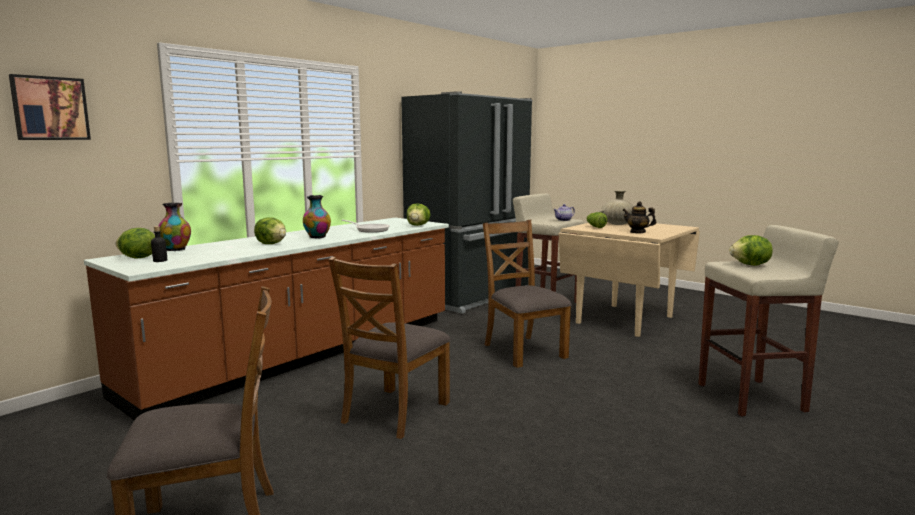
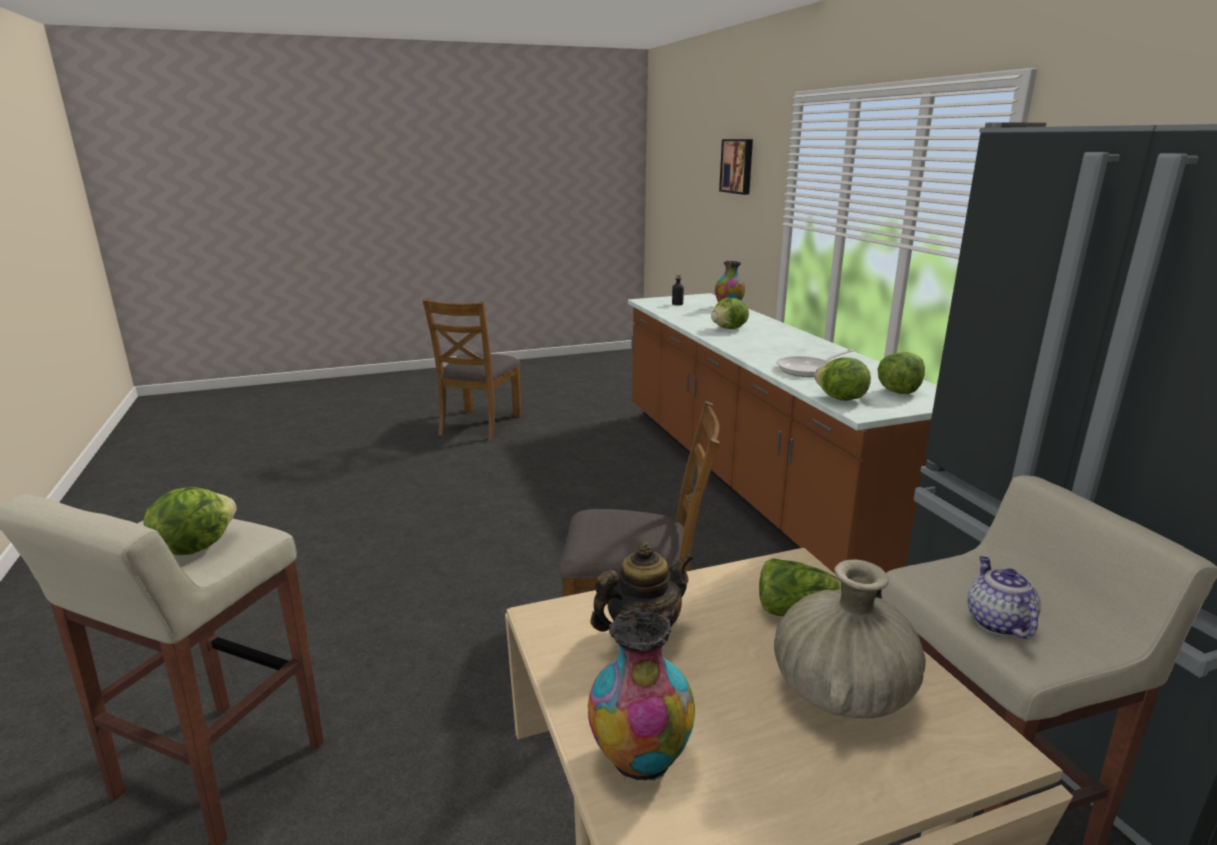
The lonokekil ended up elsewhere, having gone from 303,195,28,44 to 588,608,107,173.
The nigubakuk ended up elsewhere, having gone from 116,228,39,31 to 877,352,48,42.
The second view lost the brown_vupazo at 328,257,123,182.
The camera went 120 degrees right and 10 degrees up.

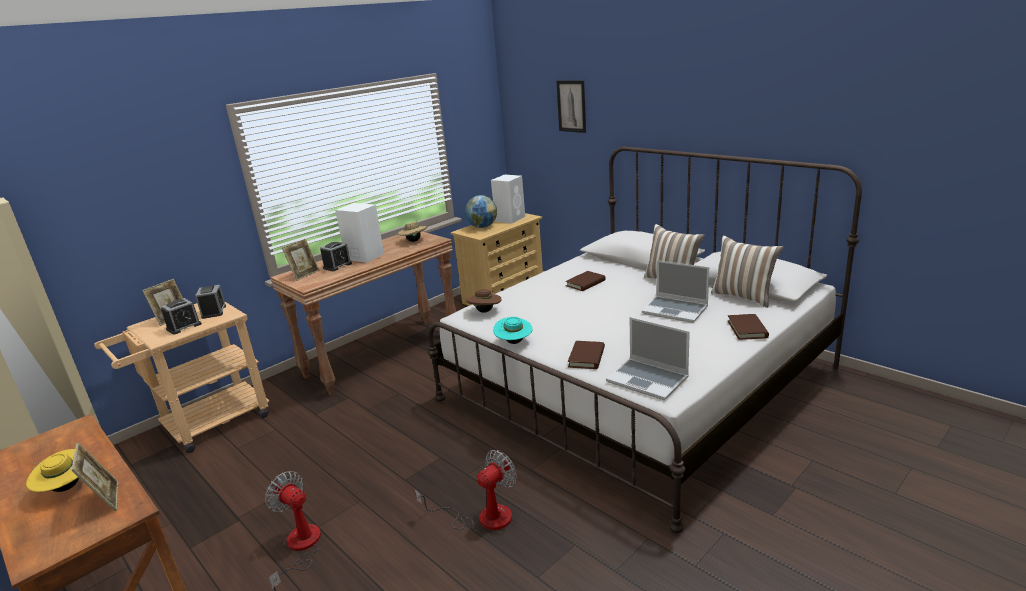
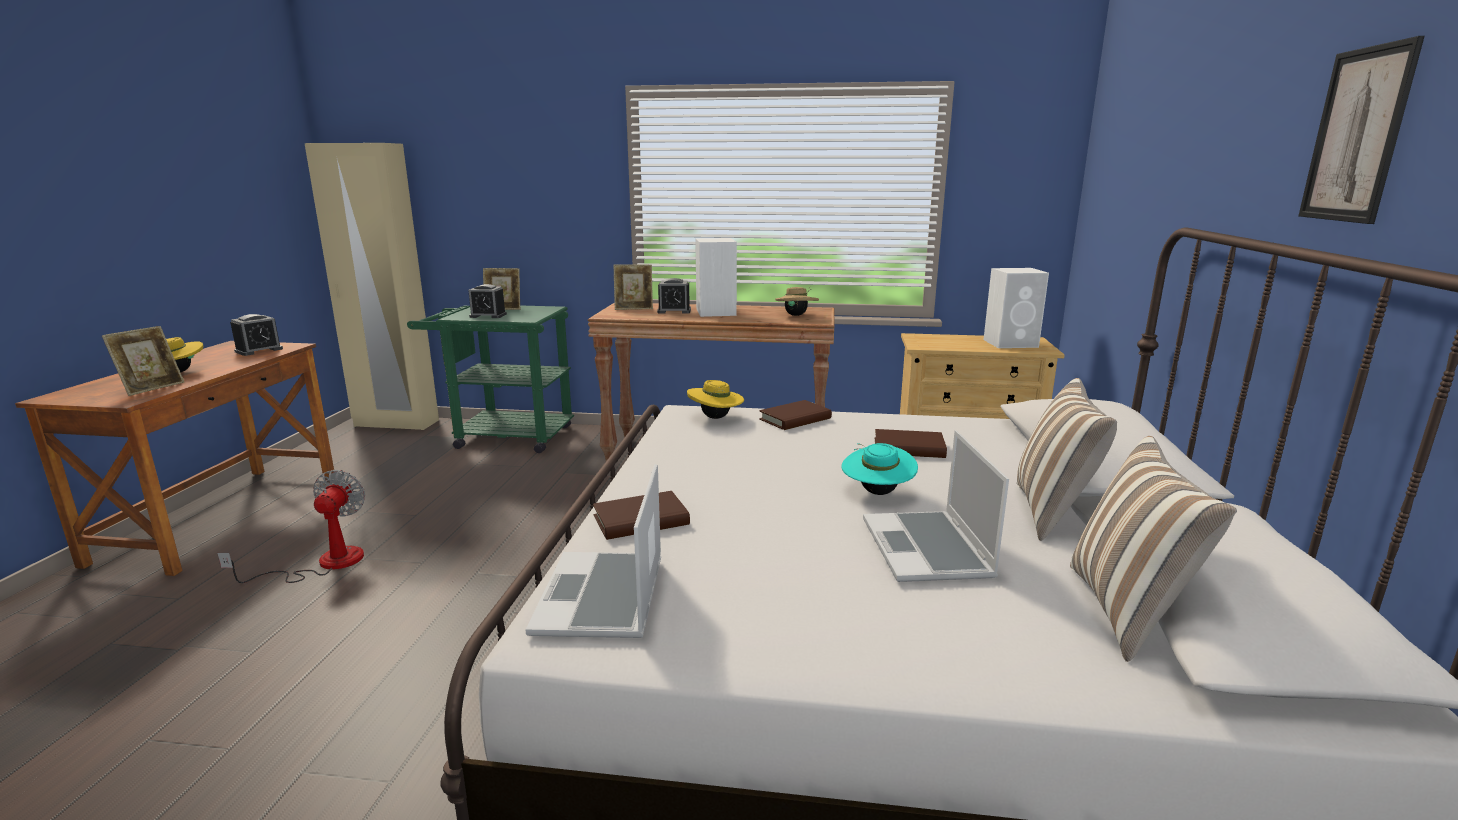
The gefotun ended up elsewhere, having gone from 195,285,31,34 to 230,314,53,42.
What was the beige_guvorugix at 94,302,176,151 turned into the green_guvorugix at 407,305,167,148.
What was the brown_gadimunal at 466,289,36,24 turned into the yellow_gadimunal at 687,380,57,39.
The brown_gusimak ended up elsewhere, having gone from 728,314,41,26 to 759,400,73,30.
The turquoise_gadimunal ended up elsewhere, having gone from 493,317,40,27 to 842,443,76,52.
The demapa ended up elsewhere, having gone from 556,81,30,52 to 1298,36,127,188.
The second view lost the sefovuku at 415,450,102,81.
The second view lost the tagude at 465,195,32,33.
The camera went 50 degrees right and 5 degrees down.

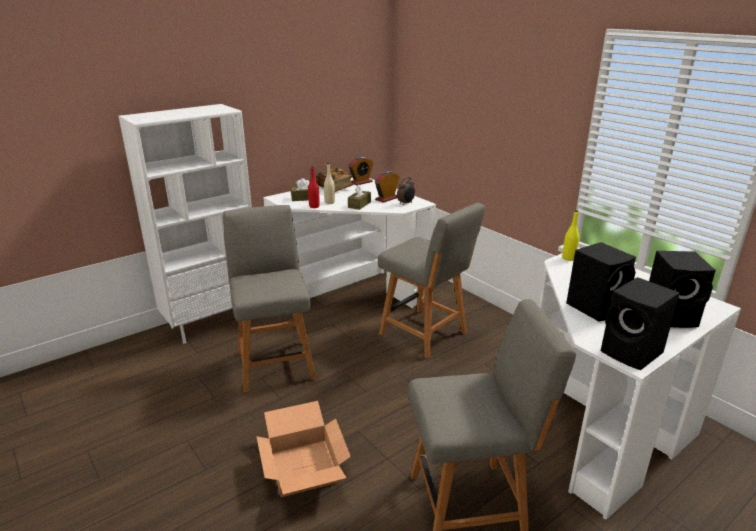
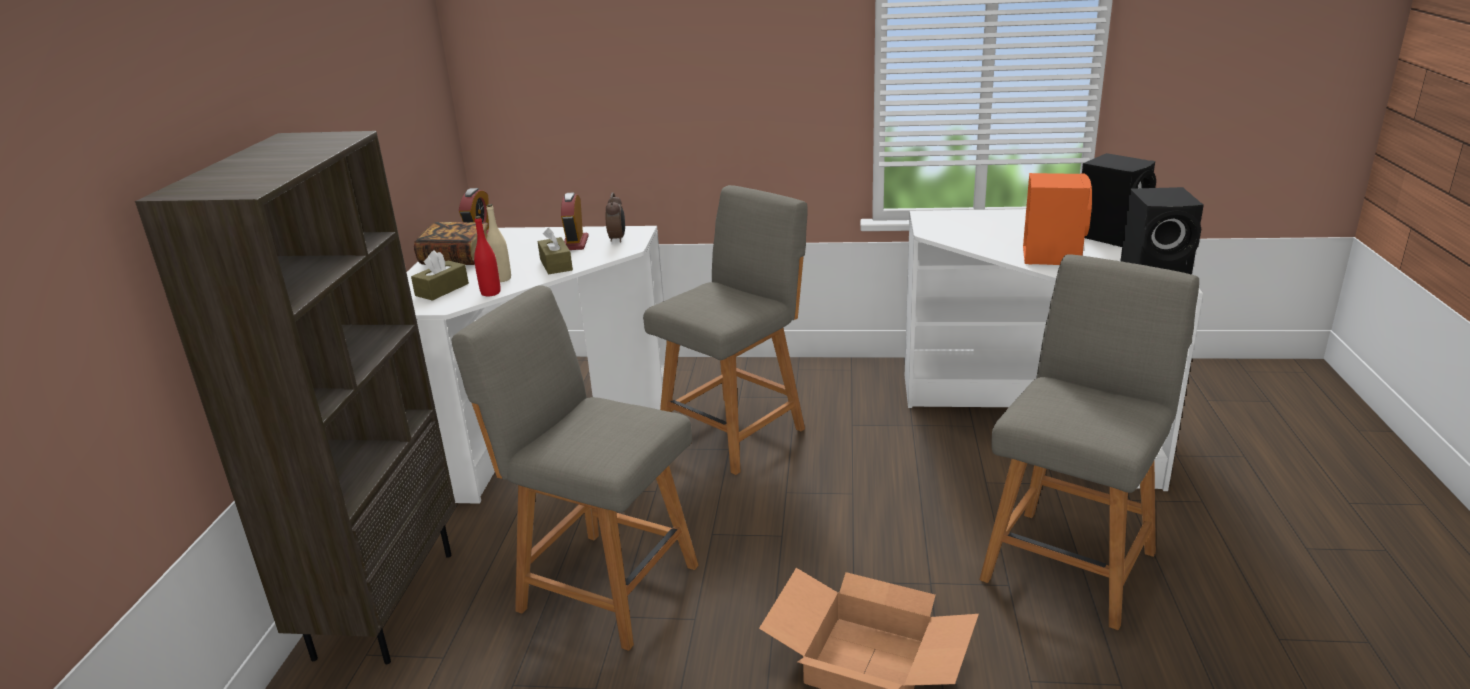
What was the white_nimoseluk at 118,104,135,240 turned into the brown_nimoseluk at 135,131,321,533.
The grey_vupazo at 378,203,107,156 ended up facing another way, 45 degrees counterclockwise from before.
What was the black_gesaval at 566,242,70,80 turned into the orange_gesaval at 1023,173,69,92.
The second view lost the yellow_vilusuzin at 562,210,17,51.
The camera went 45 degrees left and 0 degrees up.

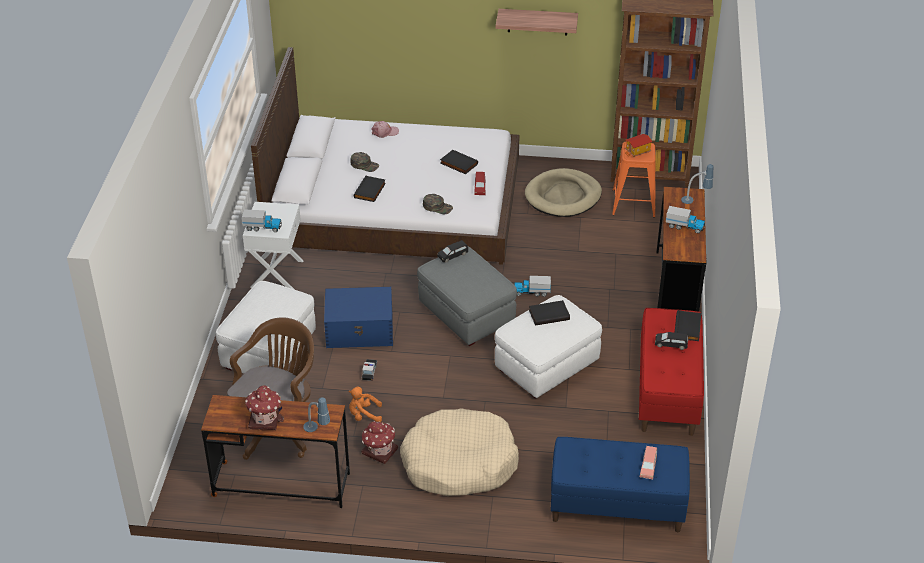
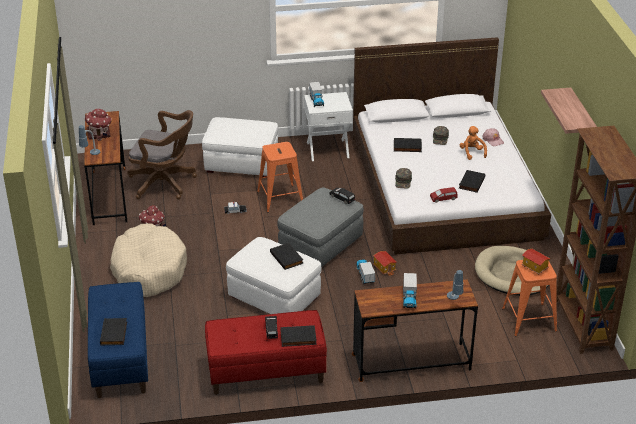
Where the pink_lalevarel stood at 640,446,17,34, the black_gusimak came to stand at 100,318,27,28.
Where the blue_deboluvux stood at 324,287,69,61, the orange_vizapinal came to stand at 257,142,46,70.
The second view gained the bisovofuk at 373,251,24,25.
The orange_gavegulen ended up elsewhere, having gone from 349,387,33,35 to 460,126,27,34.
The camera went 75 degrees right and 5 degrees down.

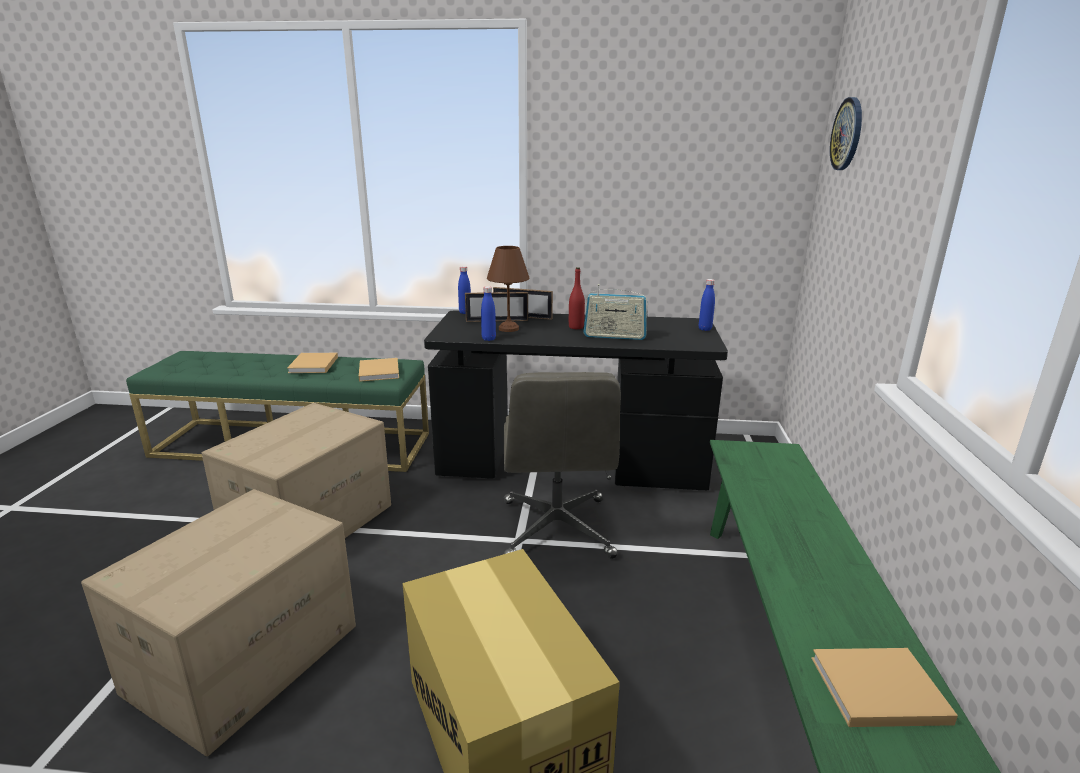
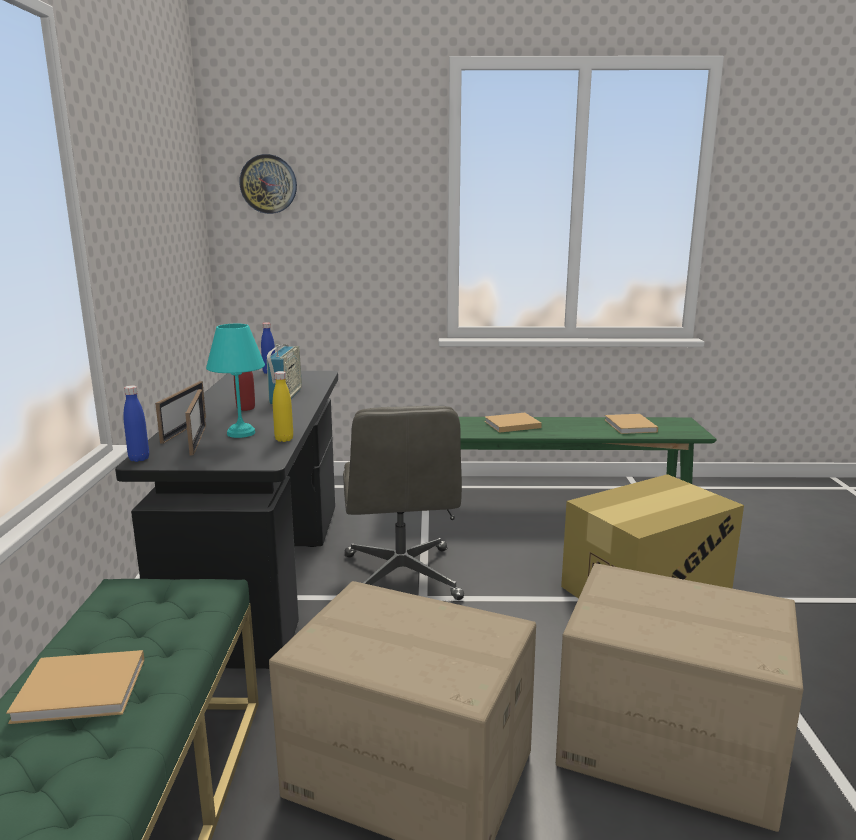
What was the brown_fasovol at 487,246,42,86 turned into the turquoise_fasovol at 206,324,59,114.
What was the blue_vilusuzin at 481,286,15,55 turned into the yellow_vilusuzin at 273,371,20,71.
The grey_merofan at 504,372,117,187 ended up facing another way, 90 degrees clockwise from before.
The beige_gusimak ended up elsewhere, having gone from 359,358,40,24 to 484,413,58,20.
The camera went 95 degrees left and 5 degrees down.

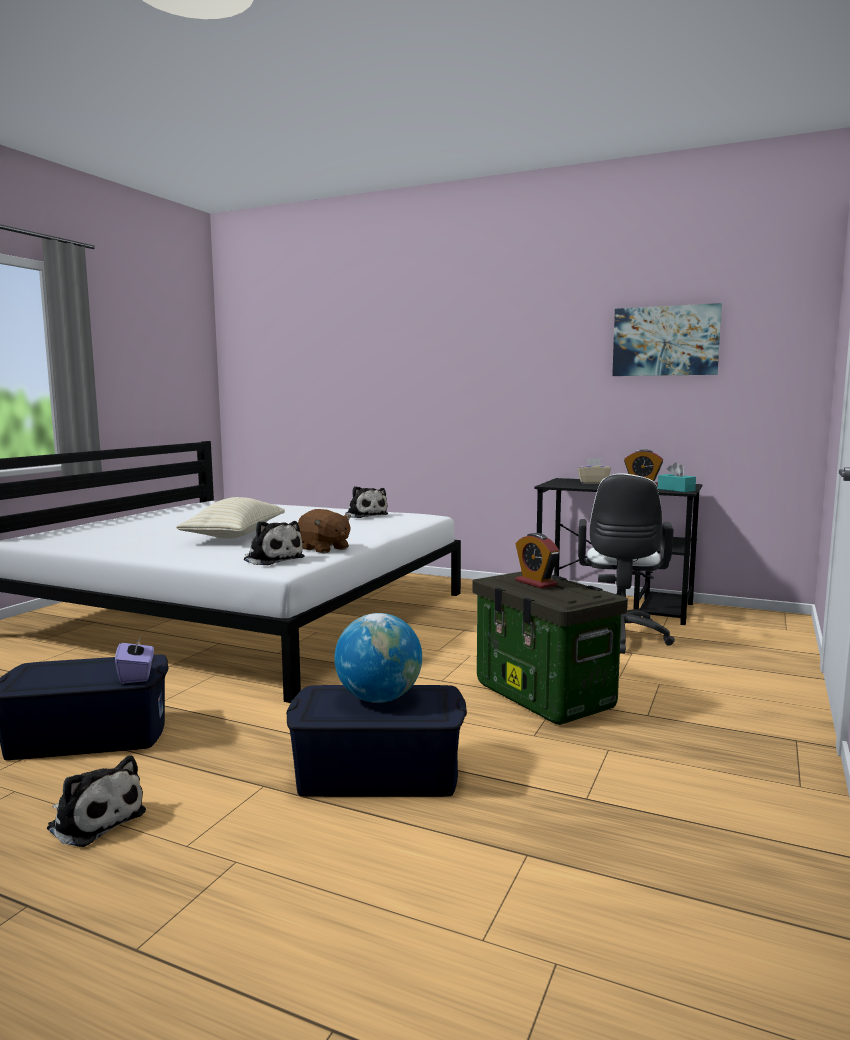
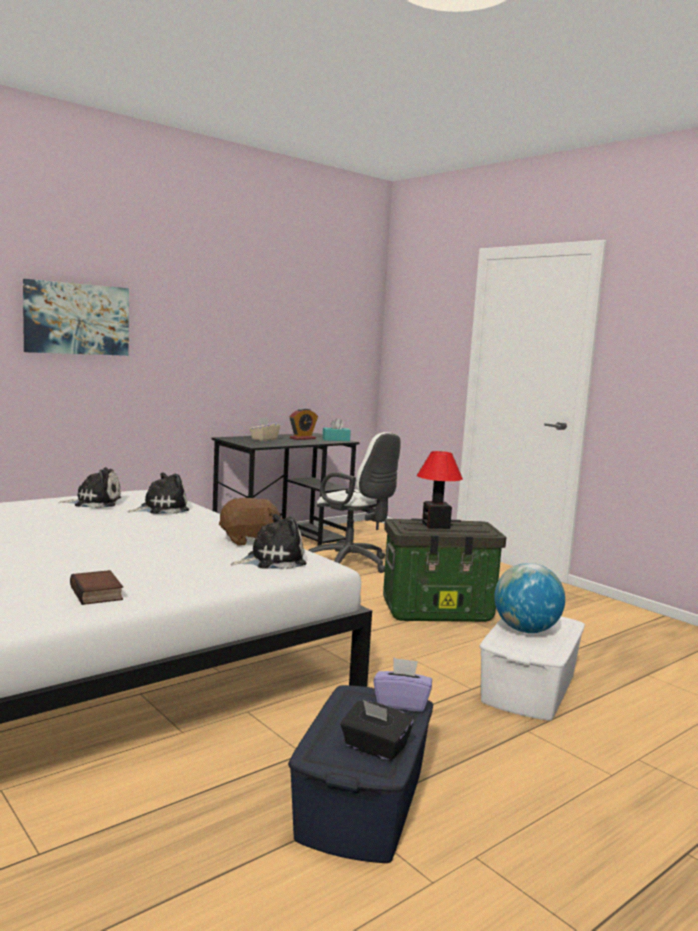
The demapa ended up elsewhere, having gone from 612,303,110,73 to 23,279,106,77.
The second view gained the gusimak at 70,570,53,35.
The gavegulen ended up elsewhere, having gone from 47,755,99,92 to 128,472,61,42.
The second view gained the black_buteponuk at 340,700,73,61.
Where the gefotun stood at 515,533,44,56, the fasovol came to stand at 417,451,46,78.
What was the blue_deboluvux at 286,685,181,112 turned into the white_deboluvux at 479,616,106,105.
The second view lost the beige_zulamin at 176,497,109,41.
The camera went 65 degrees left and 0 degrees up.

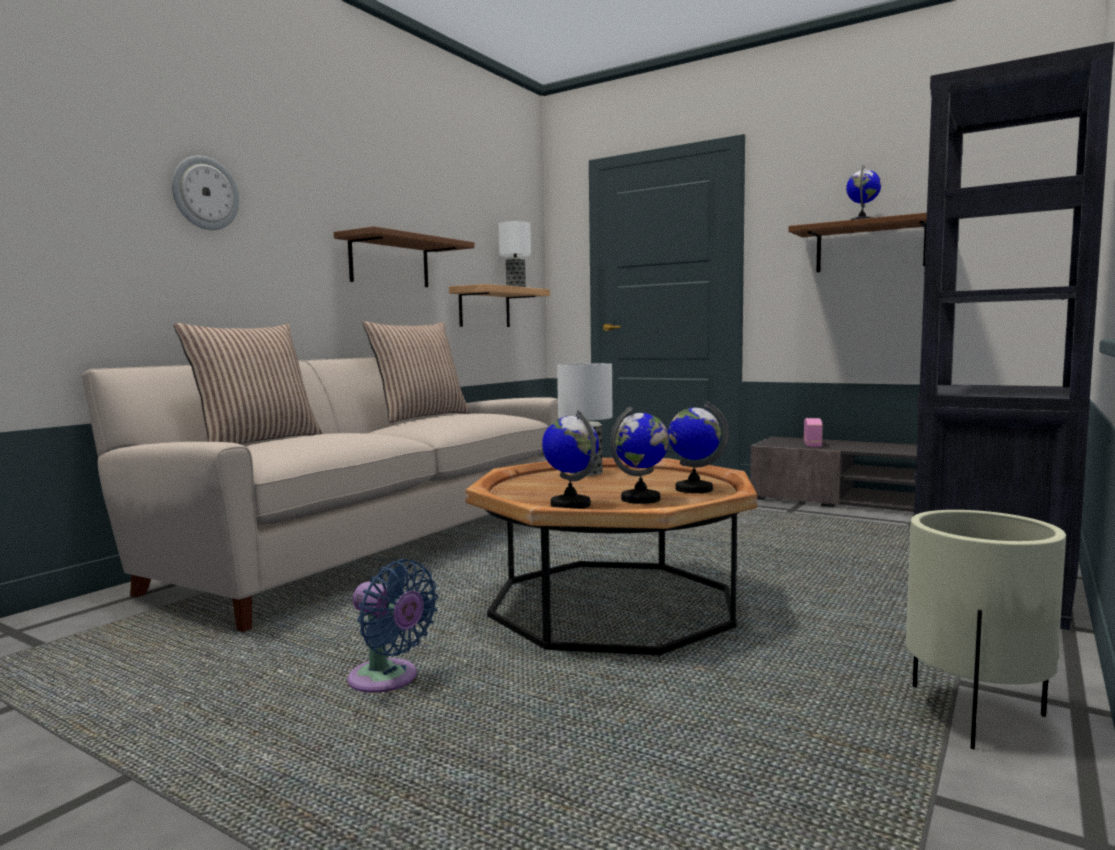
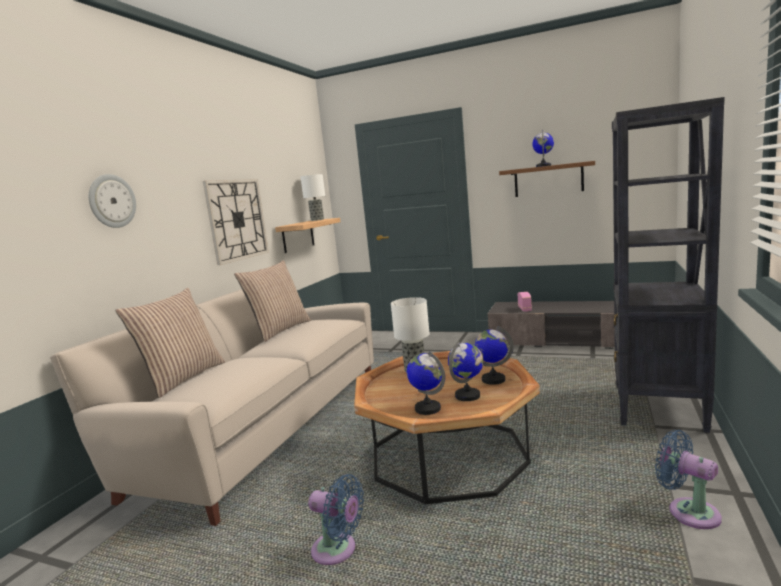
Where the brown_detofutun hung at 334,226,141,61, the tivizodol came to hang at 203,179,66,86.
Where the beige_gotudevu stood at 906,510,160,239, the blue_sefovuku came to stand at 655,430,67,99.
The camera went 10 degrees left and 5 degrees up.

